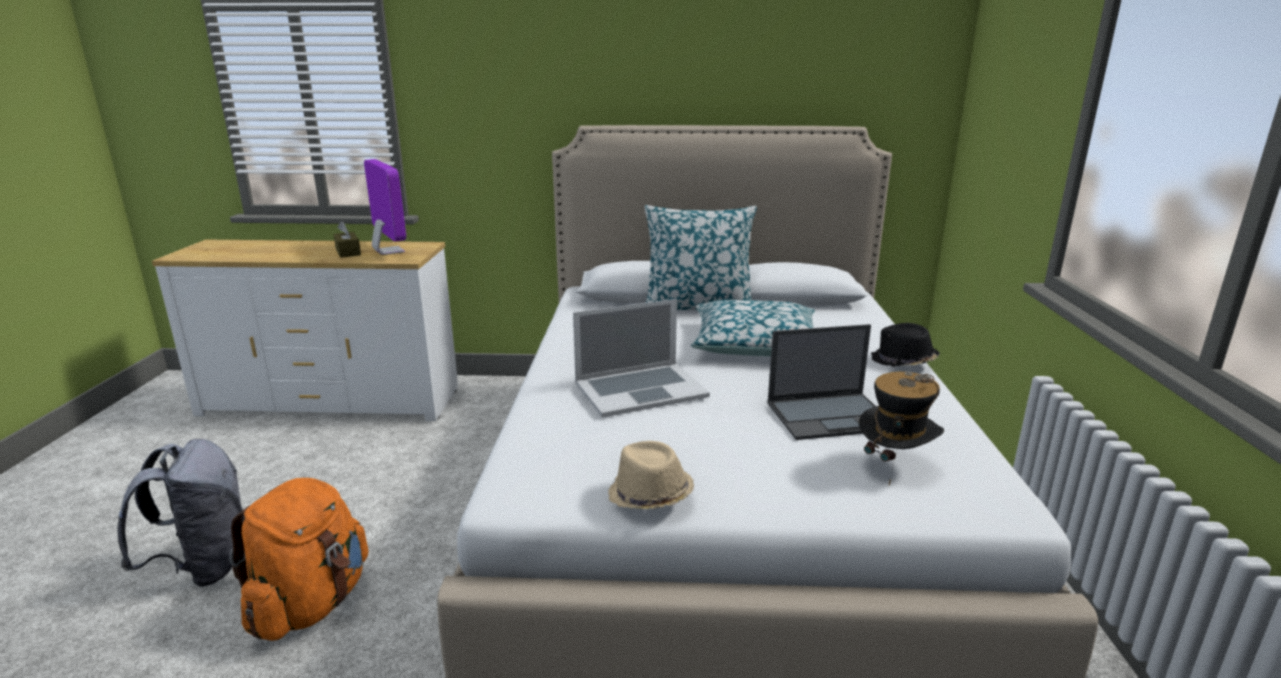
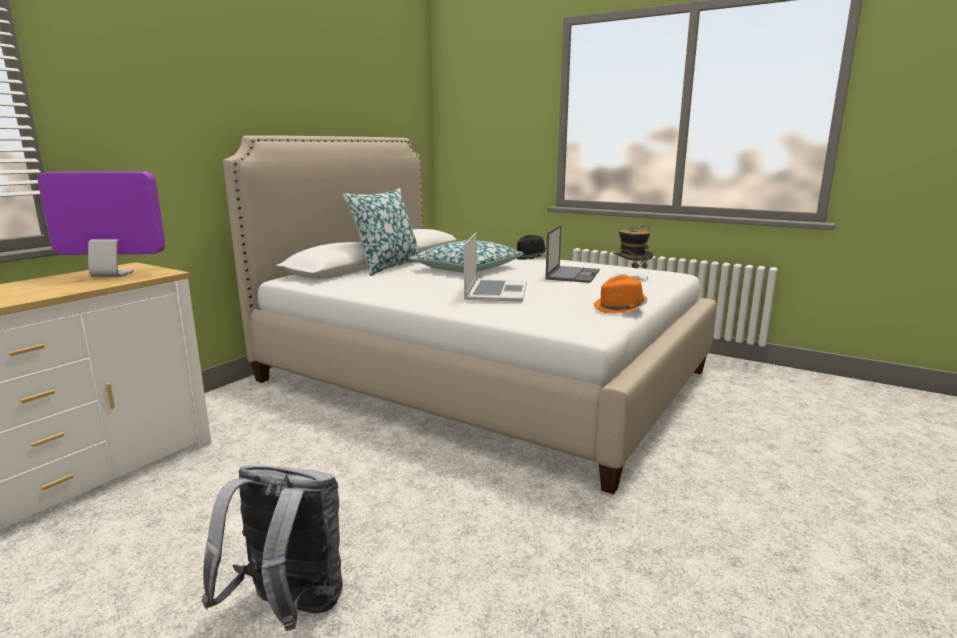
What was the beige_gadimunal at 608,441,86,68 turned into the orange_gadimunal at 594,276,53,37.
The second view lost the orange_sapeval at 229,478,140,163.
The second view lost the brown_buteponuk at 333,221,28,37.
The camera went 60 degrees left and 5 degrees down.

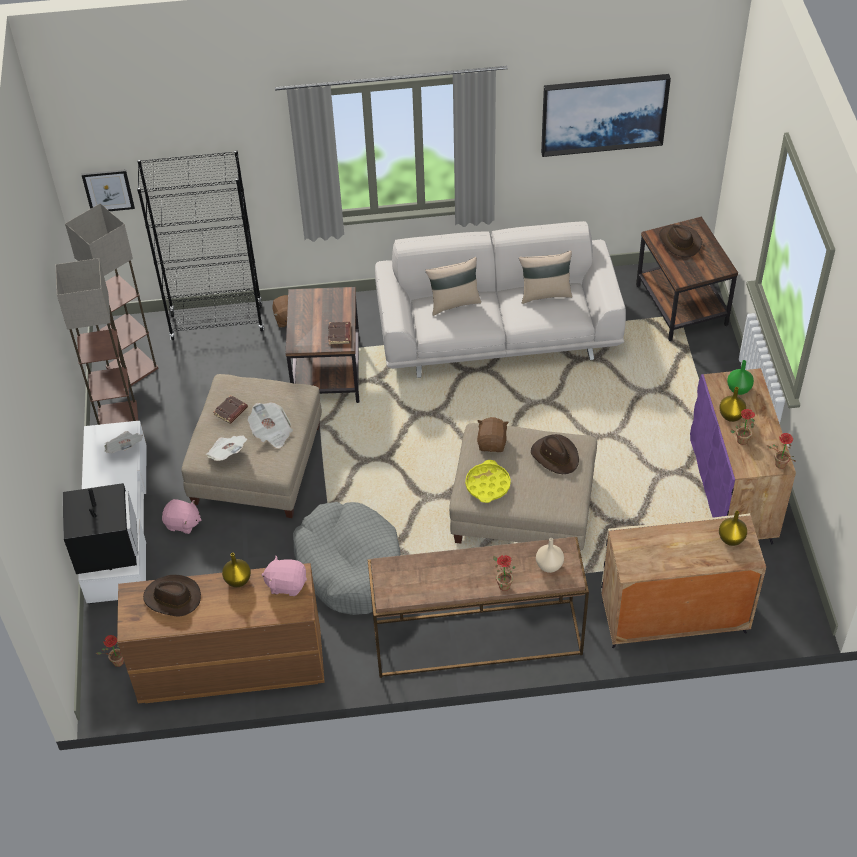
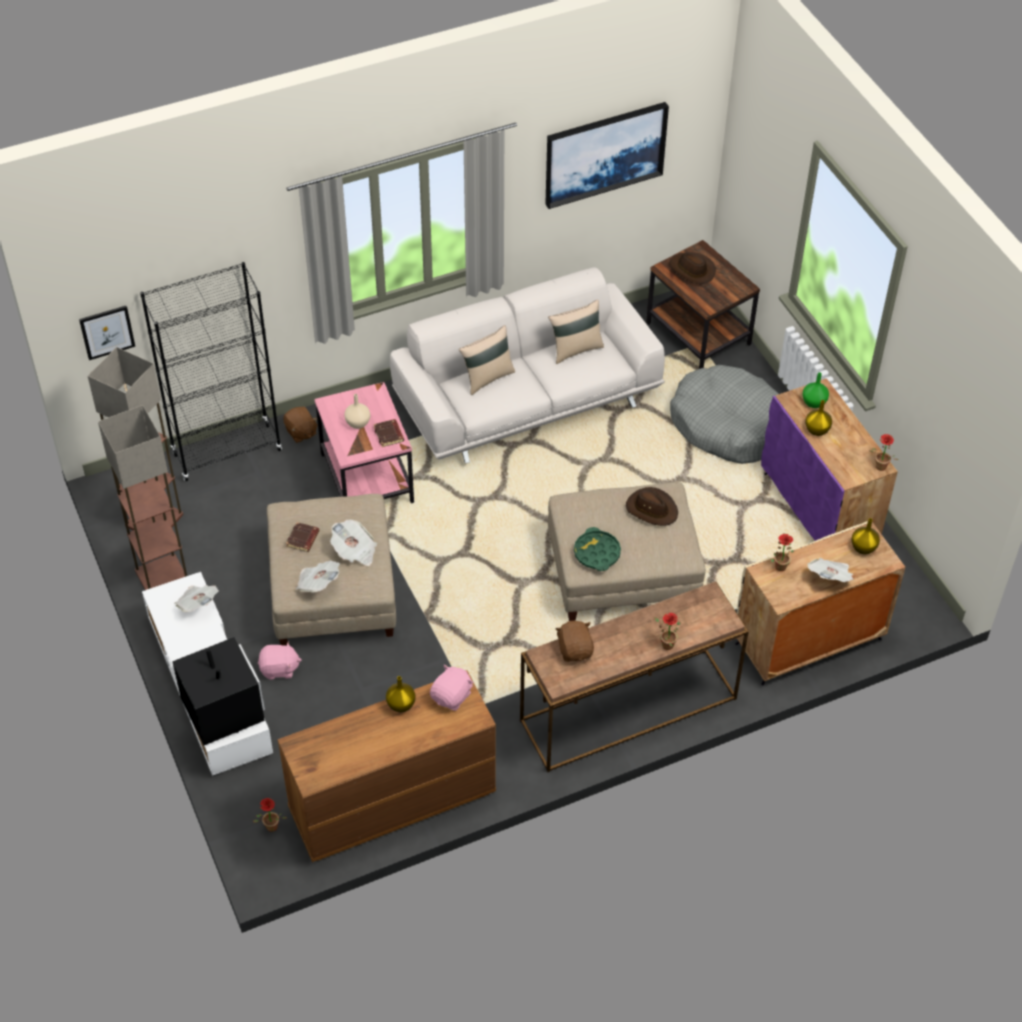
What was the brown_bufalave at 286,287,74,116 turned into the pink_bufalave at 314,382,100,121.
The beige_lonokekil ended up elsewhere, having gone from 536,538,28,35 to 344,394,26,35.
The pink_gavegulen at 261,556,46,40 ended up facing another way, 135 degrees clockwise from before.
The brown_gavegulen ended up elsewhere, having gone from 477,417,32,35 to 556,621,38,41.
What was the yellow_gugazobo at 465,460,46,43 turned into the green_gugazobo at 574,527,47,44.
The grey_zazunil ended up elsewhere, having gone from 293,502,108,113 to 670,365,109,99.
The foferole ended up elsewhere, having gone from 730,409,25,36 to 770,533,24,38.
The second view gained the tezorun at 807,558,47,24.
The second view lost the brown_gadimunal at 143,575,58,42.
The camera went 20 degrees left and 0 degrees up.

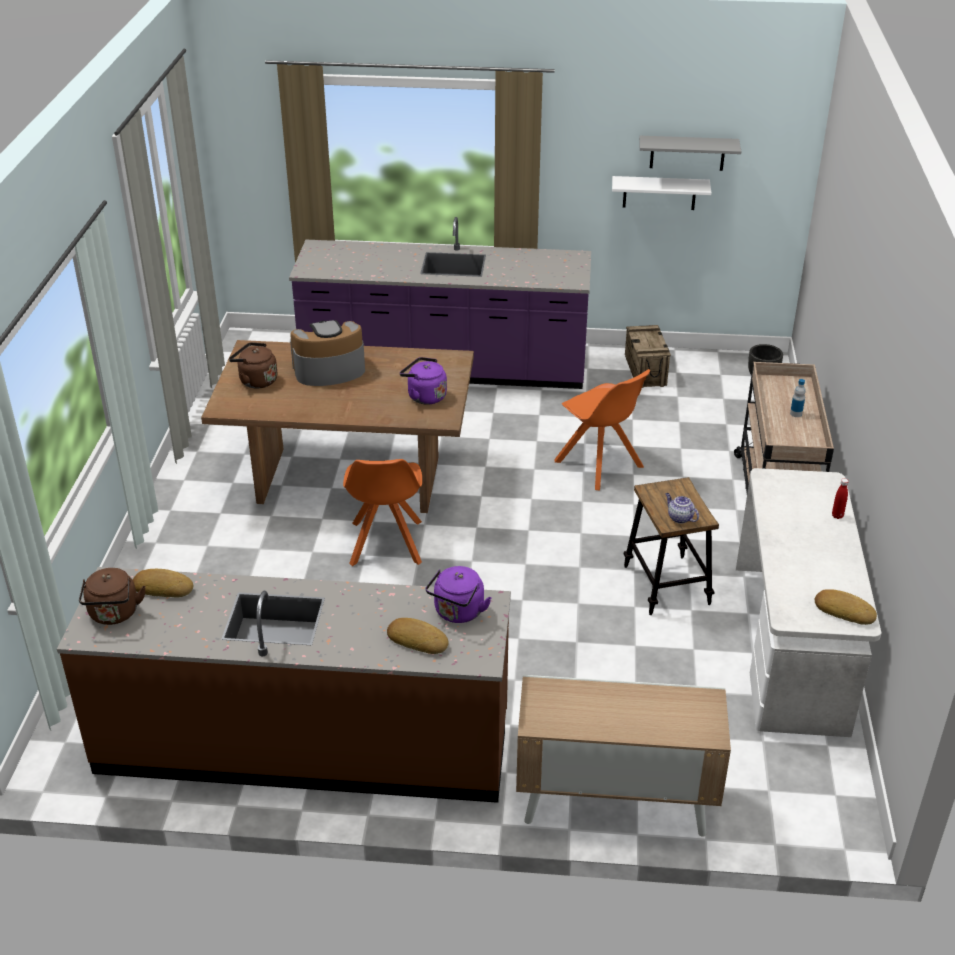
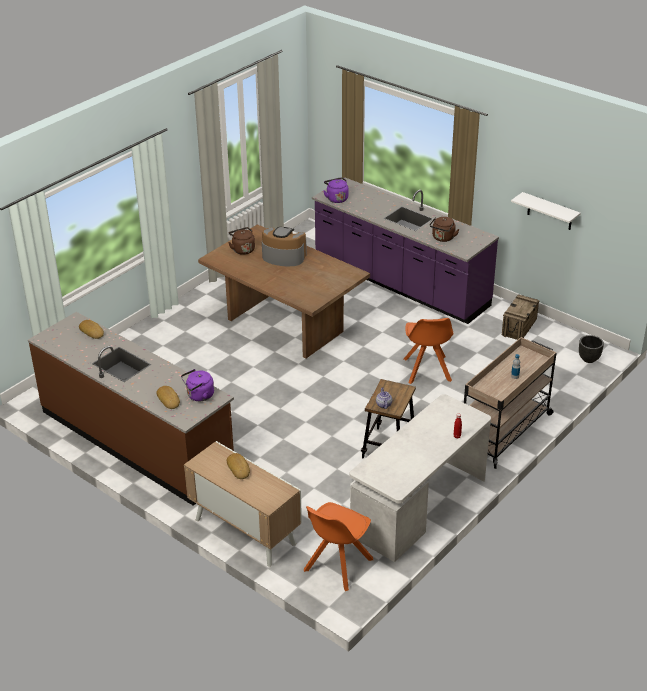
The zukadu ended up elsewhere, having gone from 815,589,62,36 to 227,453,23,26.
The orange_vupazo ended up elsewhere, having gone from 343,459,79,107 to 304,502,69,89.
The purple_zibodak ended up elsewhere, having gone from 400,357,47,48 to 323,177,25,26.
The brown_zibodak ended up elsewhere, having gone from 79,568,67,57 to 430,217,29,25.
The second view lost the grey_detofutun at 639,136,102,35.
The camera went 35 degrees right and 0 degrees up.

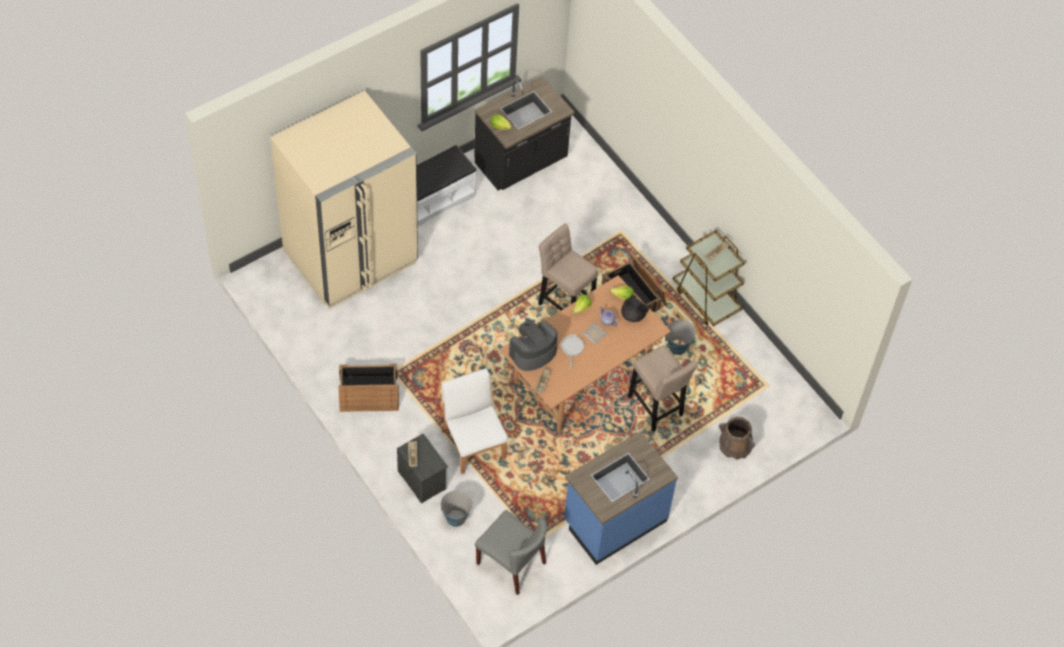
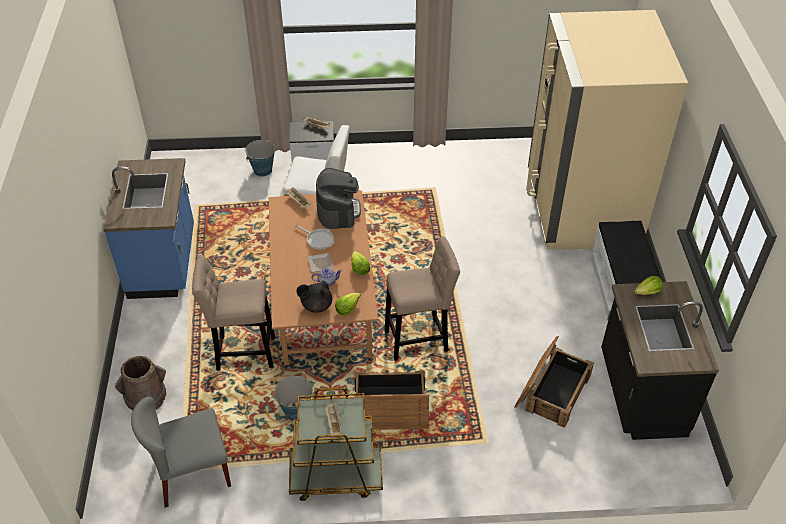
The grey_vupazo ended up elsewhere, having gone from 475,510,72,85 to 131,397,100,111.
The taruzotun ended up elsewhere, having gone from 338,364,61,48 to 514,336,80,92.
The camera went 125 degrees right and 10 degrees down.

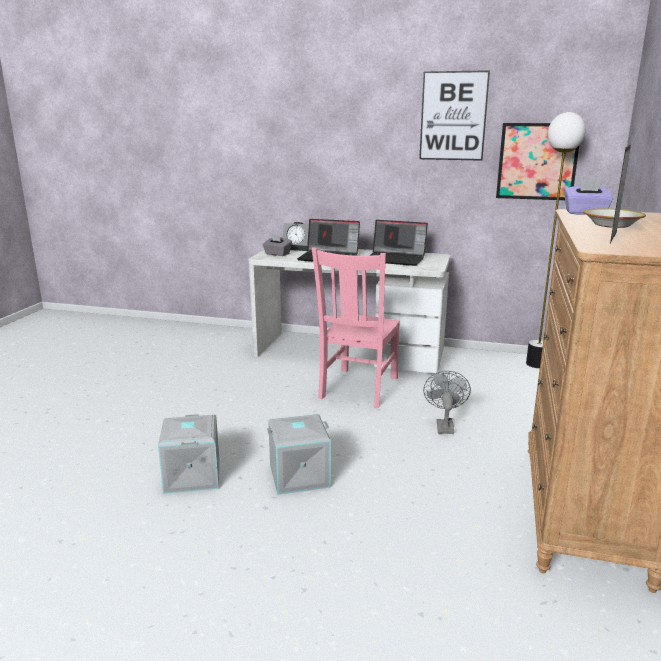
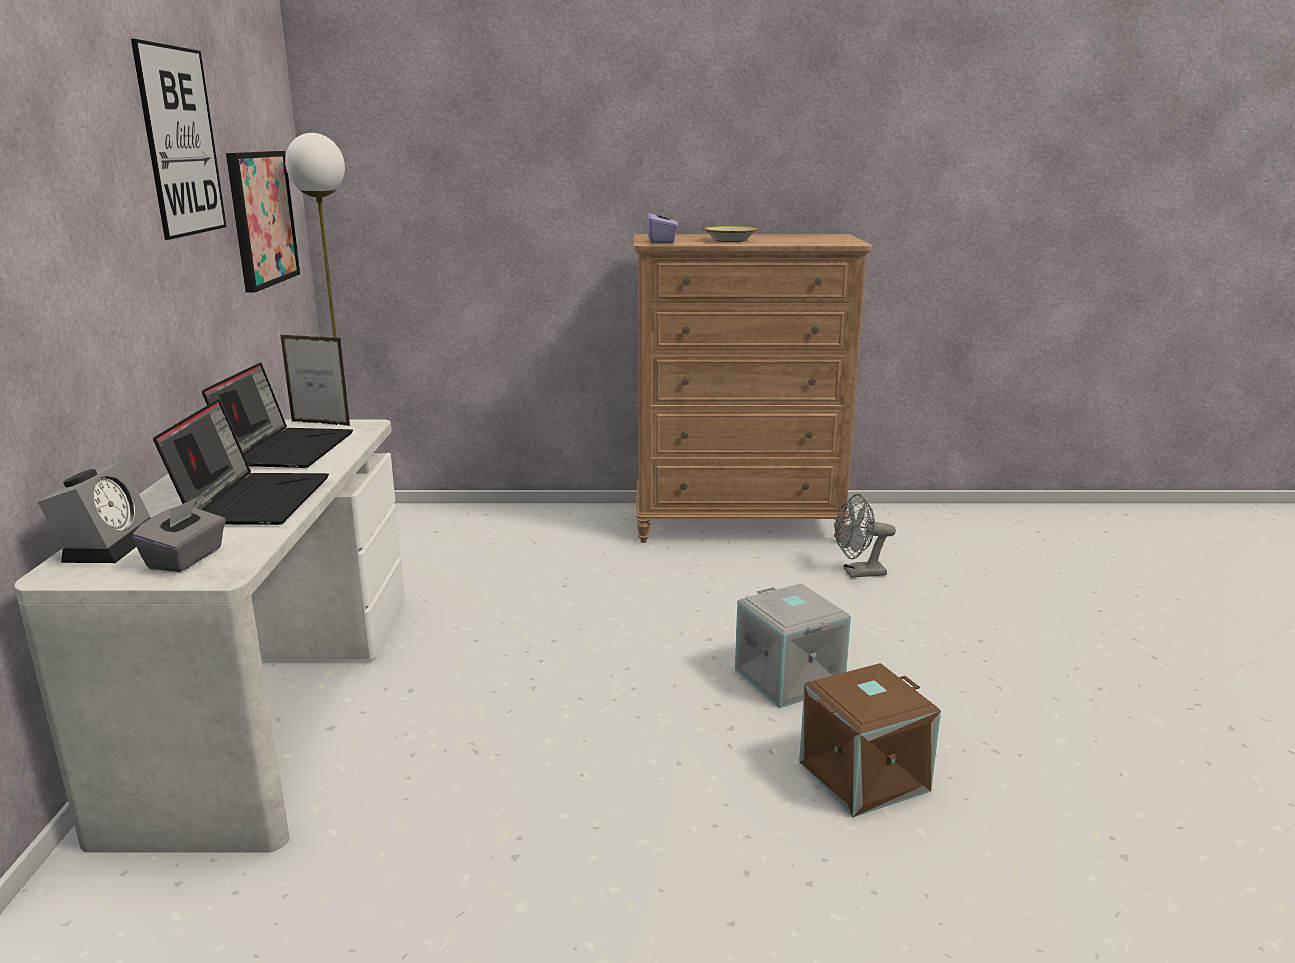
The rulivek ended up elsewhere, having gone from 610,145,21,98 to 280,335,70,91.
What was the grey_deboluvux at 158,414,61,80 turned into the brown_deboluvux at 799,663,142,154.
The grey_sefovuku ended up elsewhere, having gone from 423,371,48,63 to 835,494,61,84.
The second view lost the pink_vupazo at 312,247,88,161.
The camera went 105 degrees left and 0 degrees up.

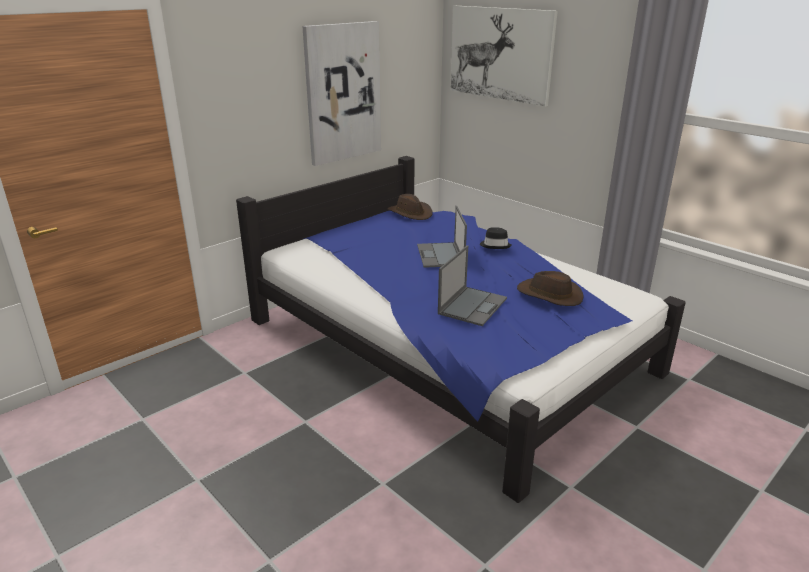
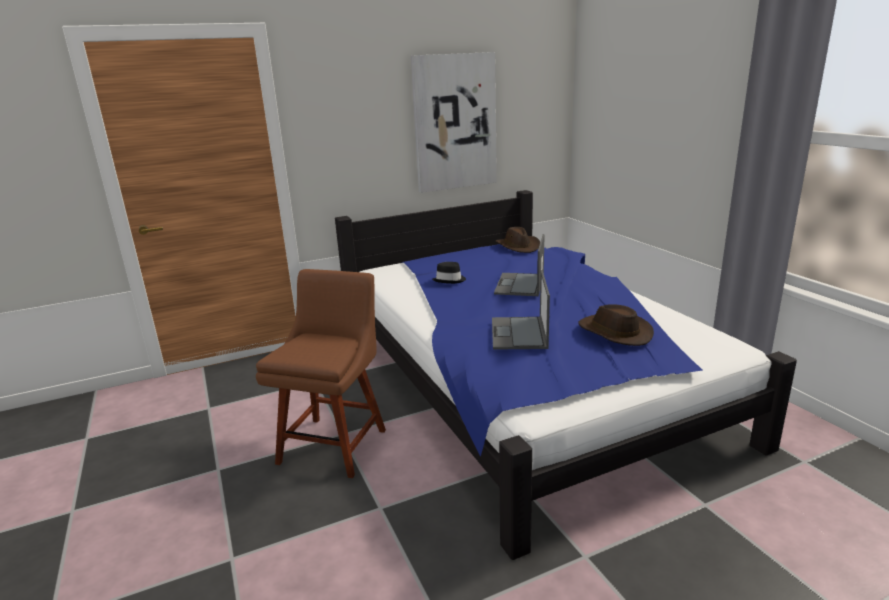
The second view gained the brown_vupazo at 256,269,130,209.
The black_gadimunal ended up elsewhere, having gone from 480,227,32,22 to 433,262,33,22.
The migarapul at 438,245,69,81 ended up facing another way, 135 degrees clockwise from before.
The second view lost the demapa at 451,6,107,101.
The camera went 20 degrees right and 5 degrees down.

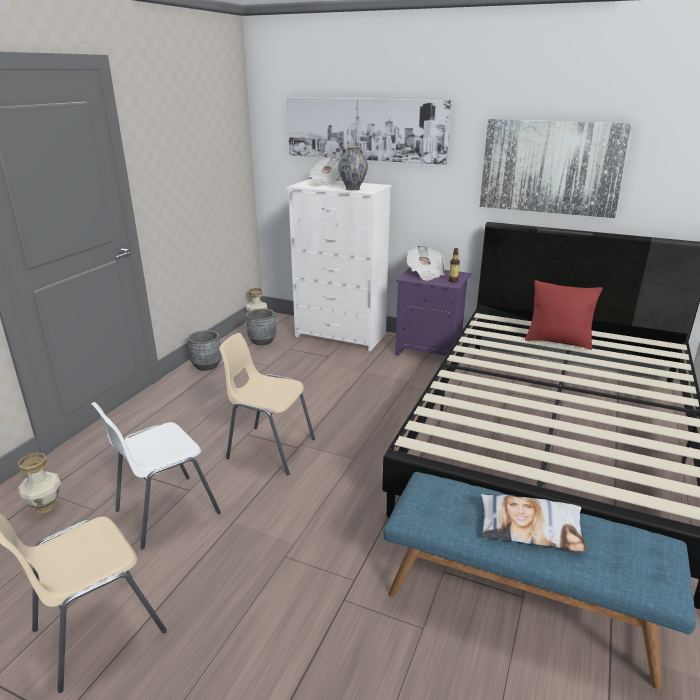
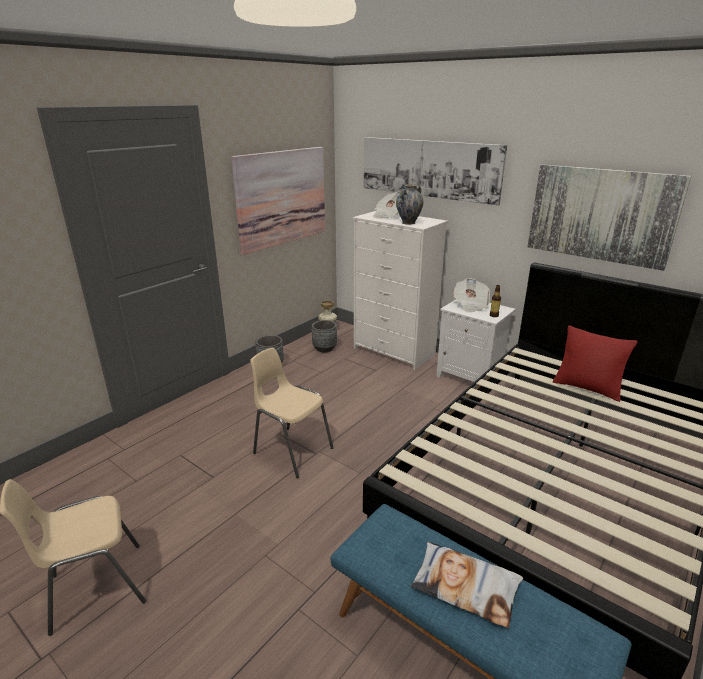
The second view gained the demapa at 231,147,94,108.
What was the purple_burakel at 395,267,76,89 turned into the white_burakel at 436,299,80,83.
The second view lost the lonokekil at 18,453,43,60.
The second view lost the white_vupazo at 92,402,129,148.
The camera went 15 degrees right and 0 degrees up.

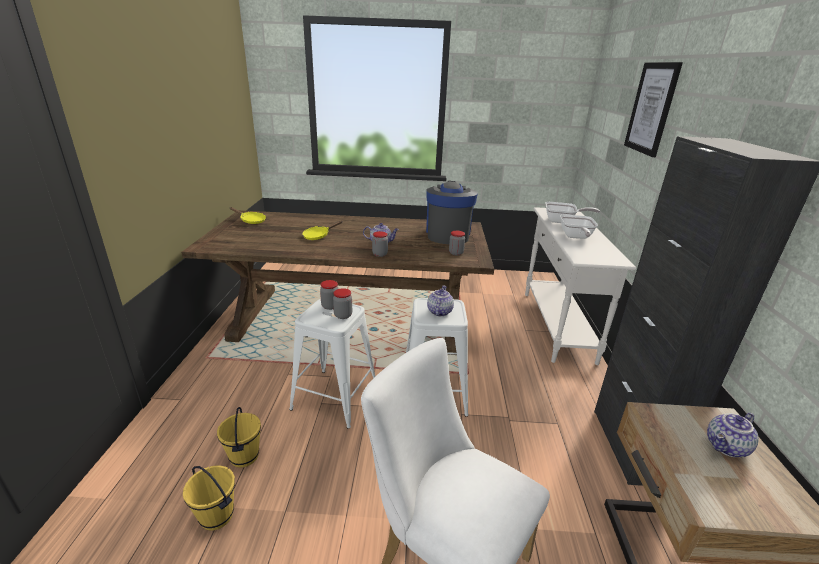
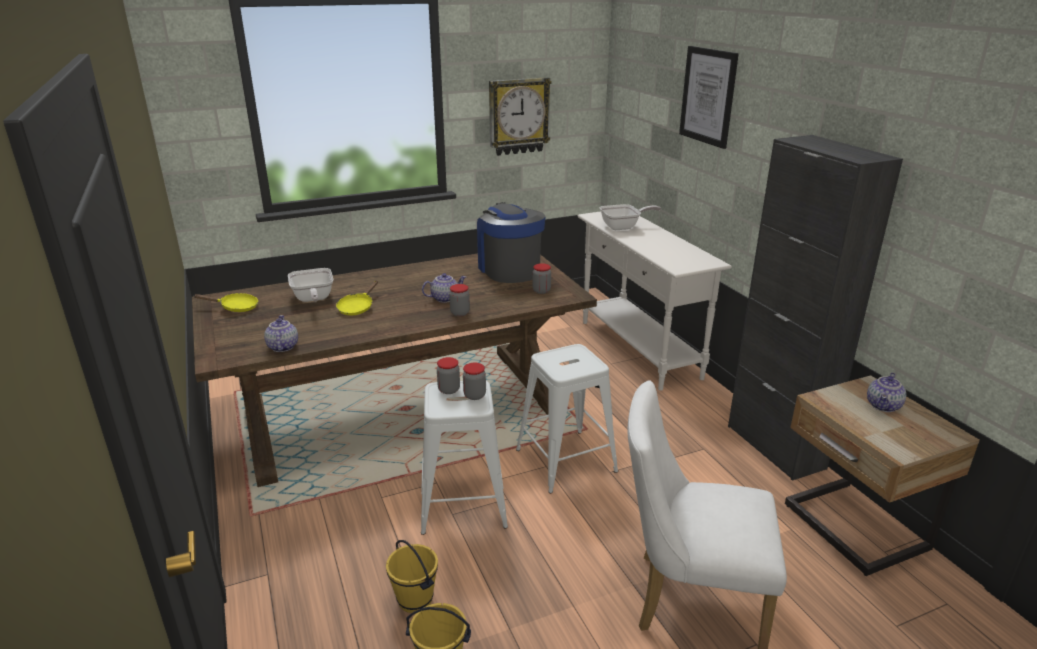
The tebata ended up elsewhere, having gone from 427,286,27,30 to 264,315,34,37.
The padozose ended up elsewhere, having gone from 560,215,38,24 to 288,268,45,34.
The second view gained the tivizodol at 489,77,62,79.
The camera went 25 degrees left and 0 degrees up.

